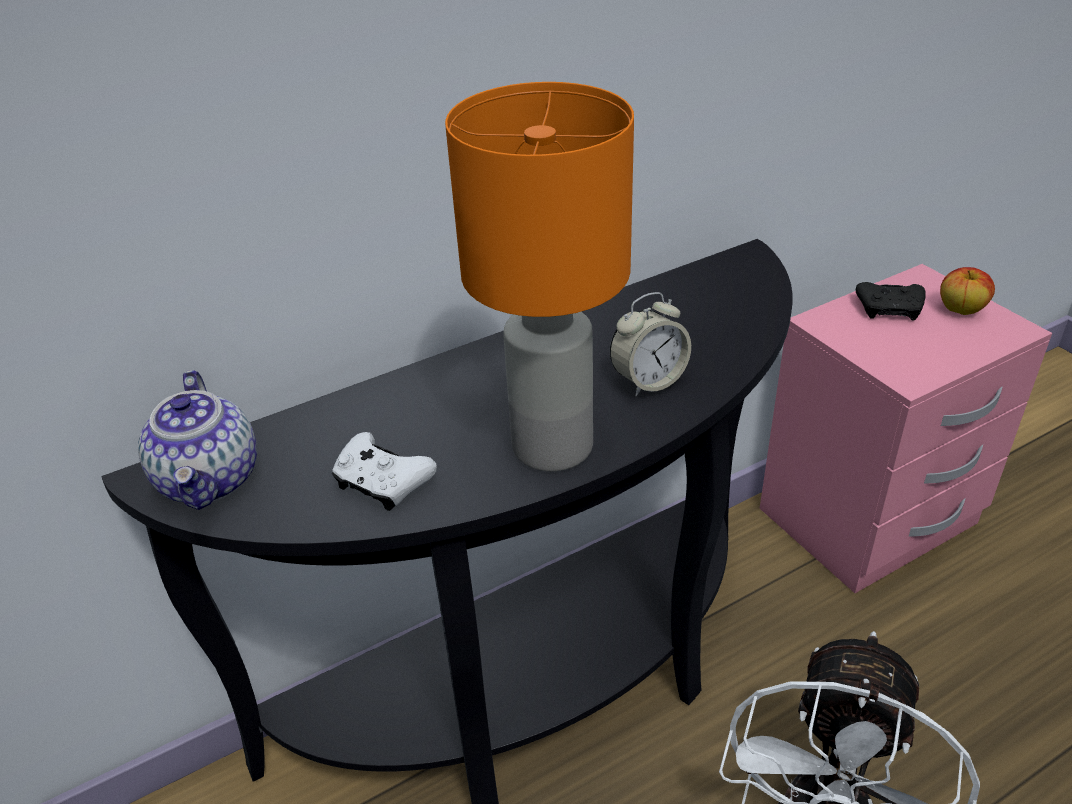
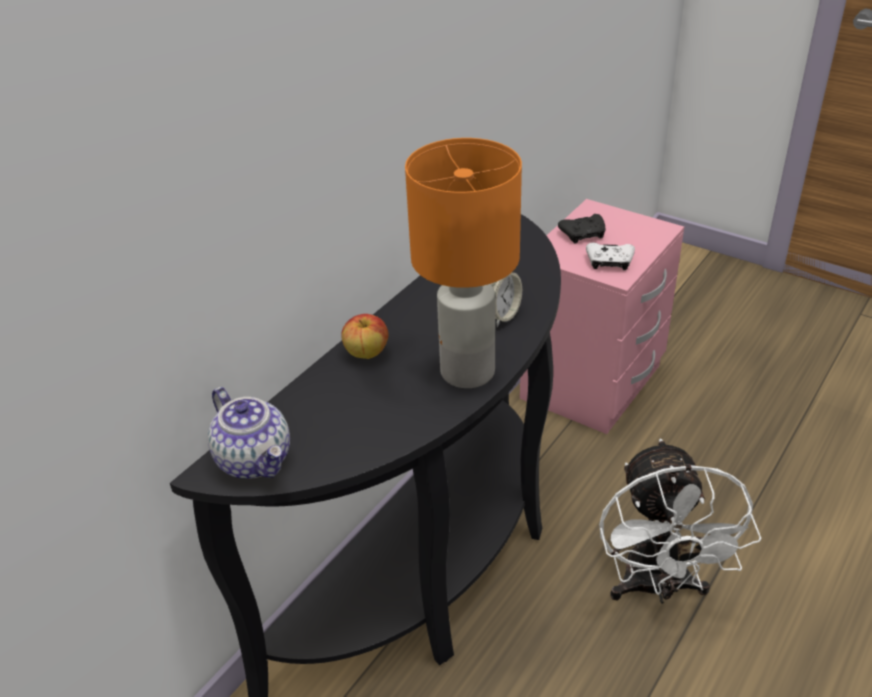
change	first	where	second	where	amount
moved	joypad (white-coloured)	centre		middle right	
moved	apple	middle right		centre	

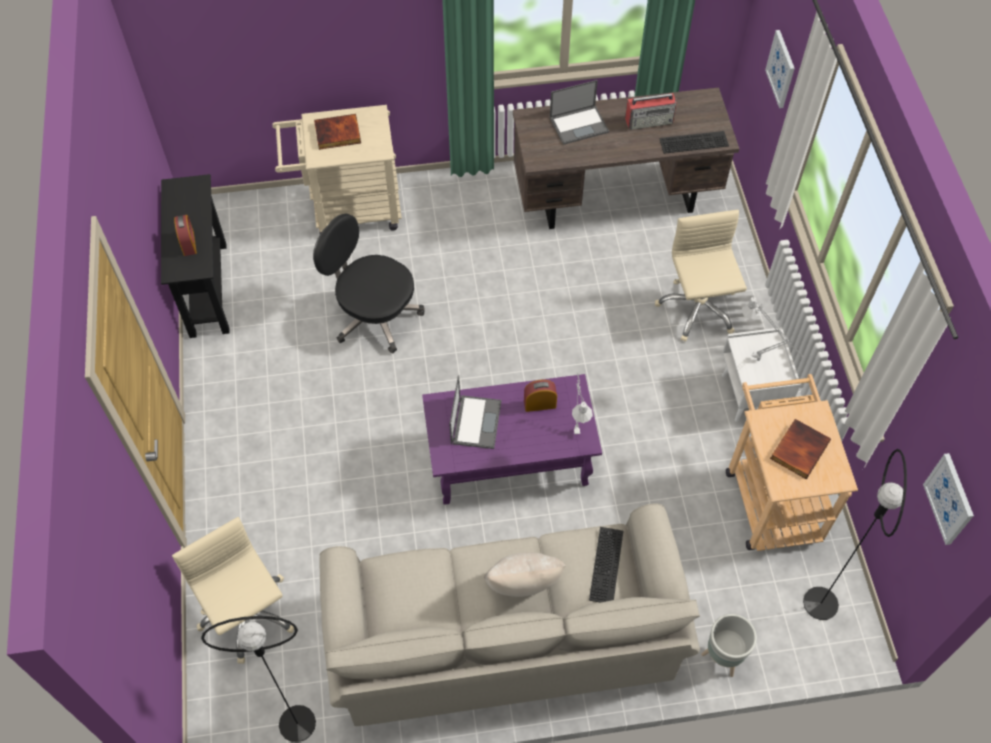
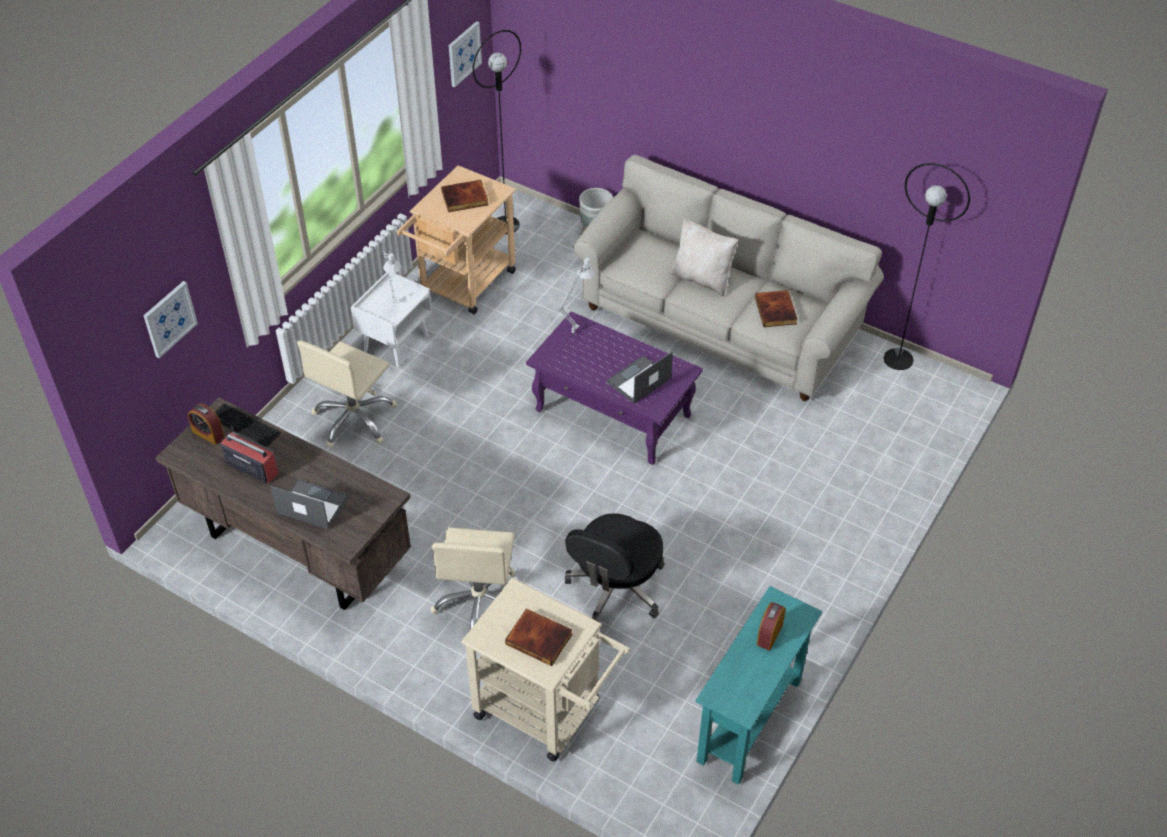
change	first	where	second	where	amount
removed	computer keyboard (1st from left)	bottom centre			
added			bound book (3rd from left)	centre	
moved	computer chair (sand-coloured) (1st from left in the first image)	bottom left	computer chair (sand-coloured) (2nd from left)	bottom centre	
moved	table clock (2nd from left in the first image)	centre	table clock (1st from left)	middle left	
recoloured	narrow table (black-coloured)	middle left	narrow table (turquoise)	bottom centre	
turned	computer chair (black-coloured)	centre		bottom centre	45 degrees clockwise

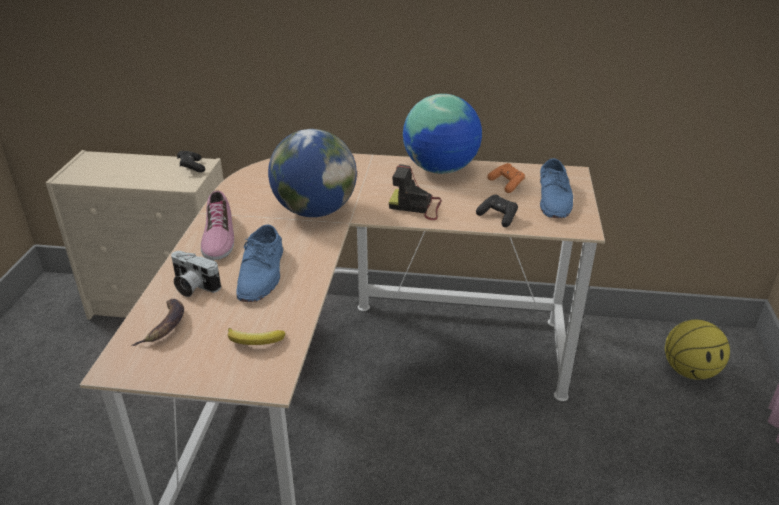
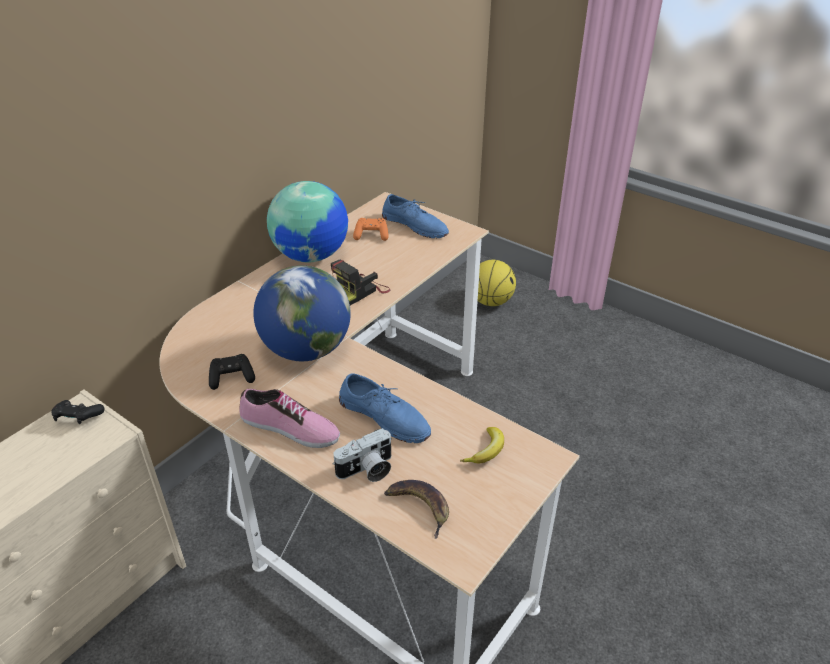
change	first	where	second	where	amount
moved	joypad (black-coloured) (2nd from left)	centre		middle left	

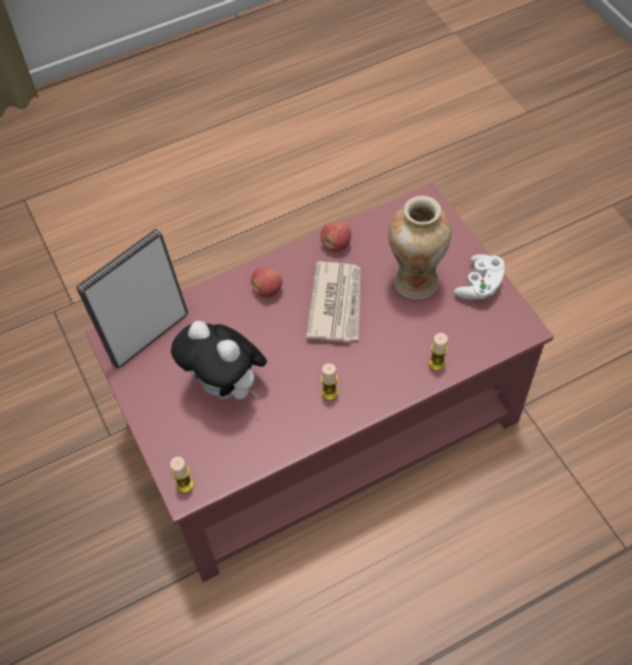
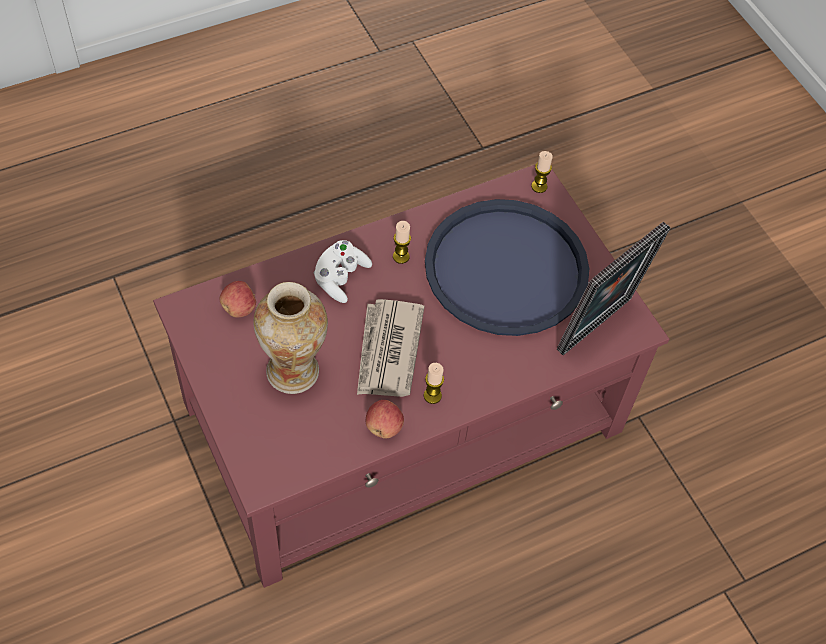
change	first	where	second	where	amount
moved	apple (1st from left)	centre		middle left	
moved	wax candle (3rd from left in the first image)	middle right	wax candle (2nd from left)	centre	
moved	joypad (white-coloured)	middle right		centre	
replaced	soft toy	centre	carrying tray (blue)	centre	

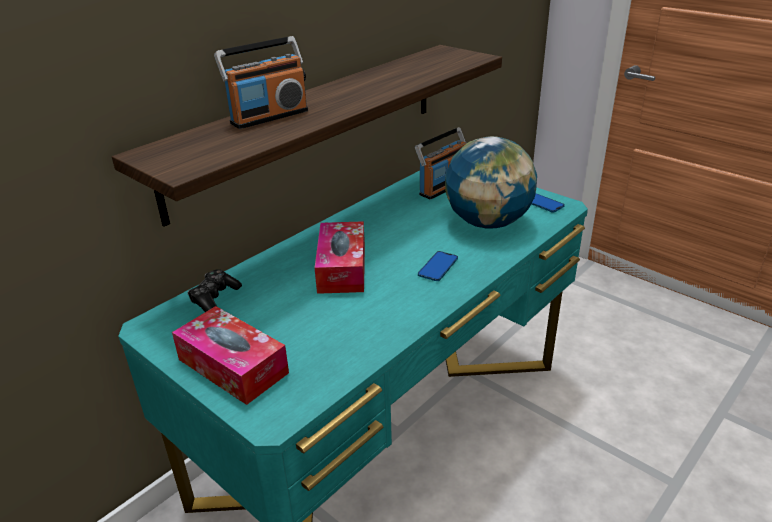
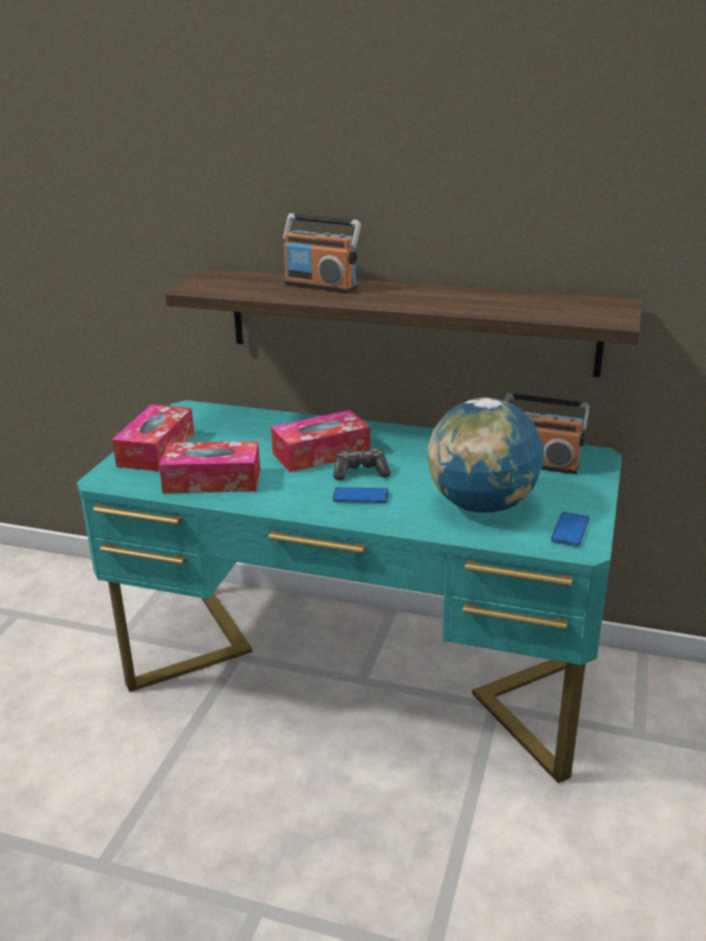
change	first	where	second	where	amount
added			tissue box (2nd from left)	middle left	
moved	joypad	middle left		centre	

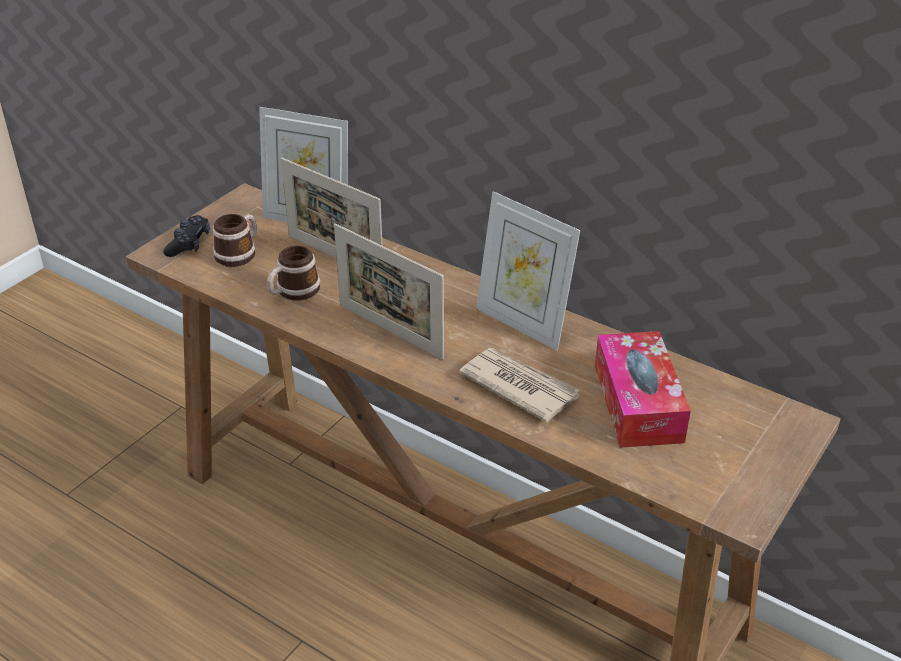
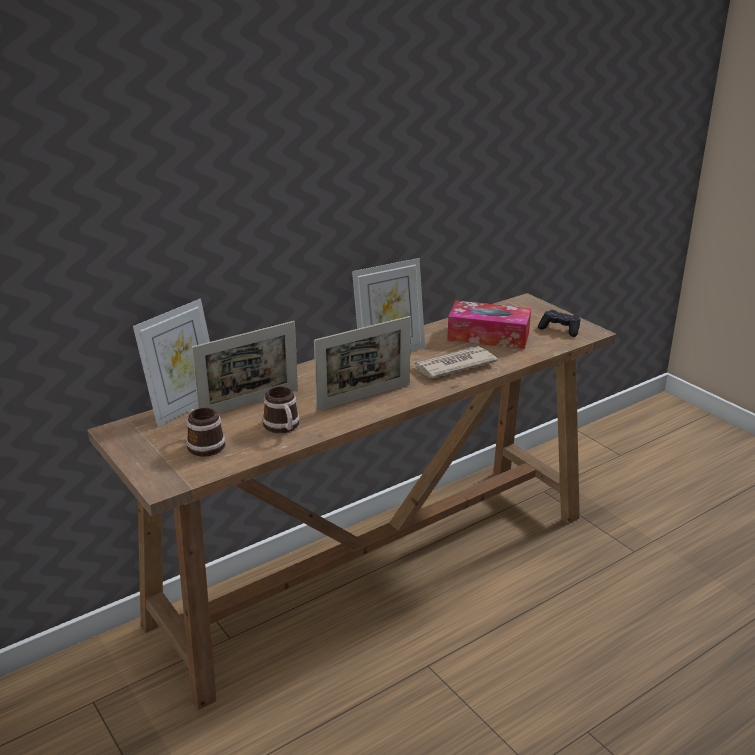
change	first	where	second	where	amount
moved	joypad (black-coloured)	middle left		middle right	

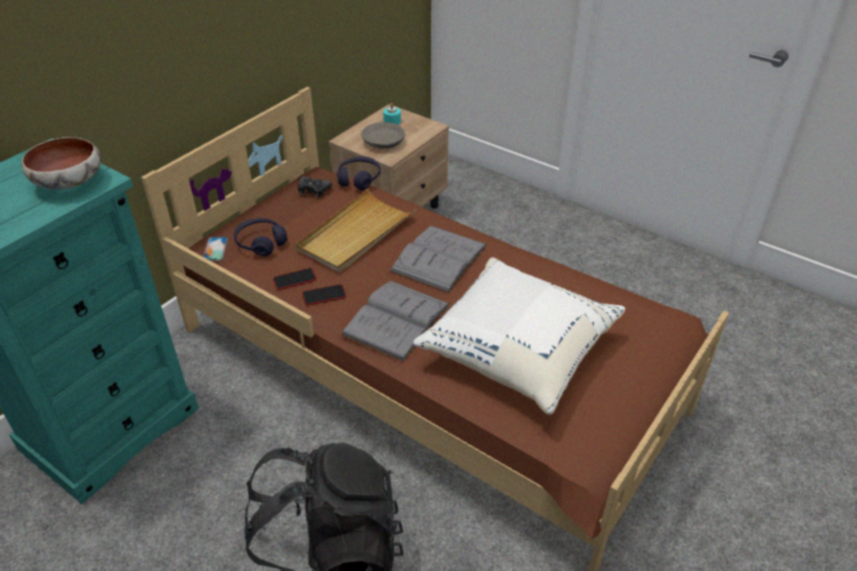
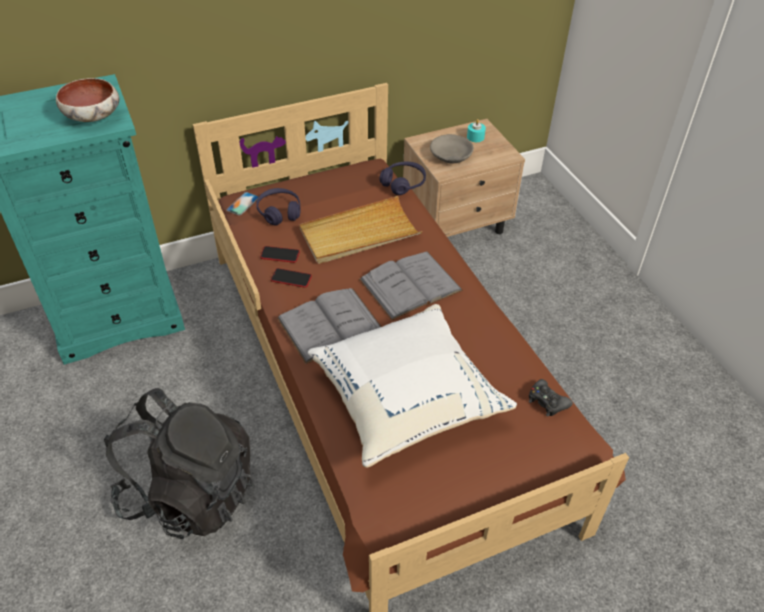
change	first	where	second	where	amount
moved	joypad (black-coloured)	top centre		middle right	

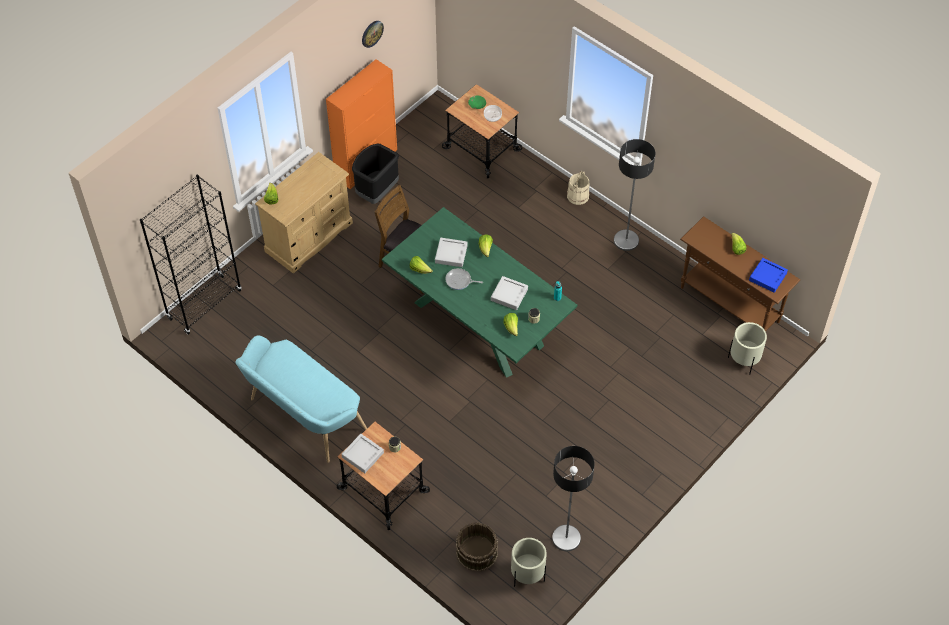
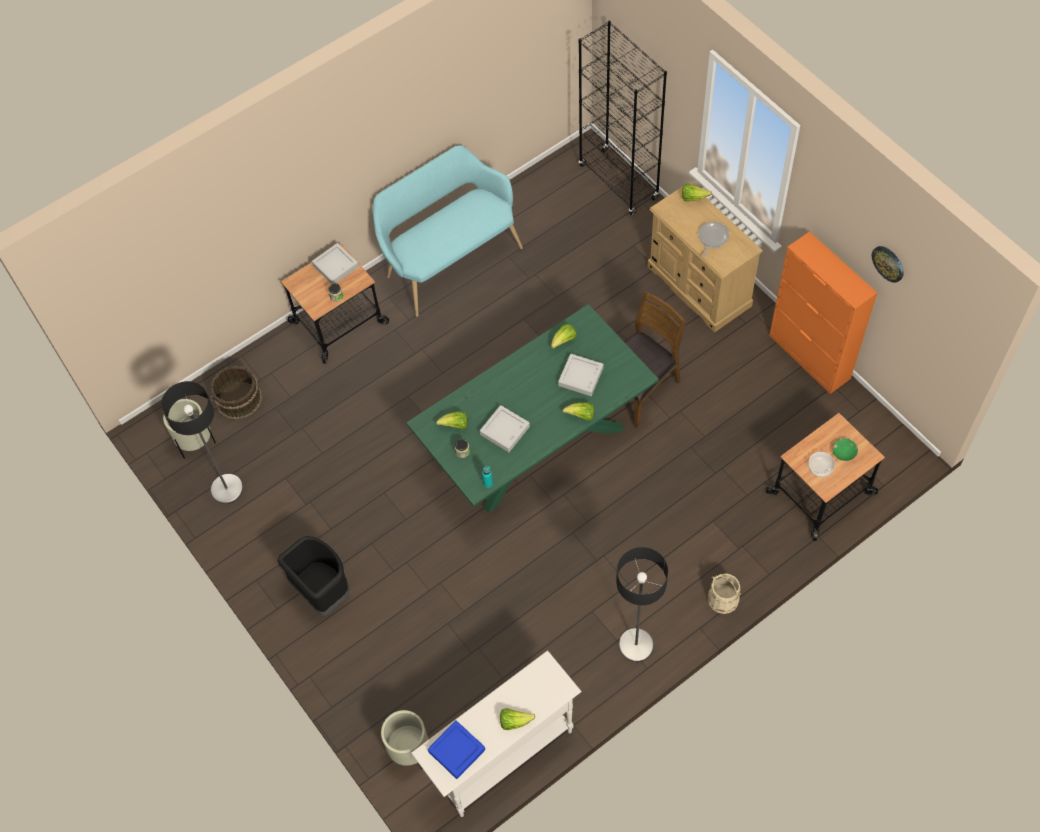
change	first	where	second	where	amount
moved	waste bin (black-coloured)	top centre		bottom left	
moved	skillet	centre		top right	
recoloured	narrow table (brownish)	middle right	narrow table (white-coloured)	bottom centre	

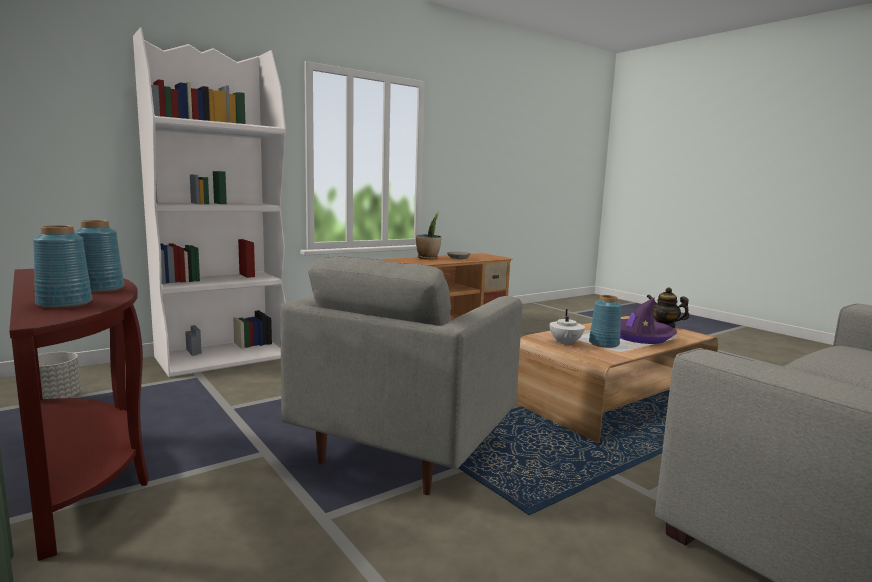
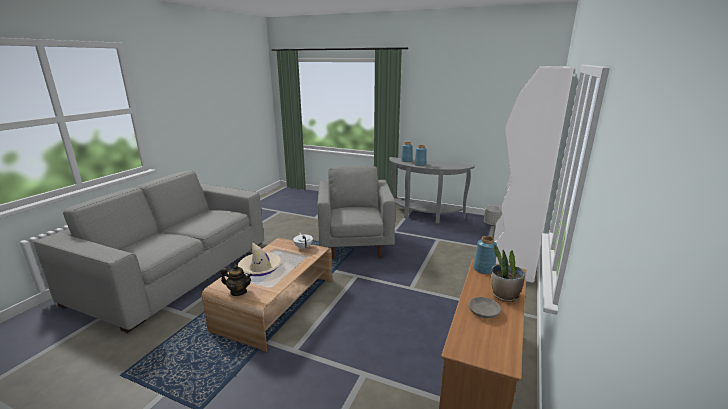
change	first	where	second	where	amount
moved	vase (blue) (3rd from left)	middle right		centre	
recoloured	narrow table (brownish)	bottom left	narrow table (greyish)	centre	
recoloured	hat (purple-coloured)	middle right	hat (sand-coloured)	centre	

